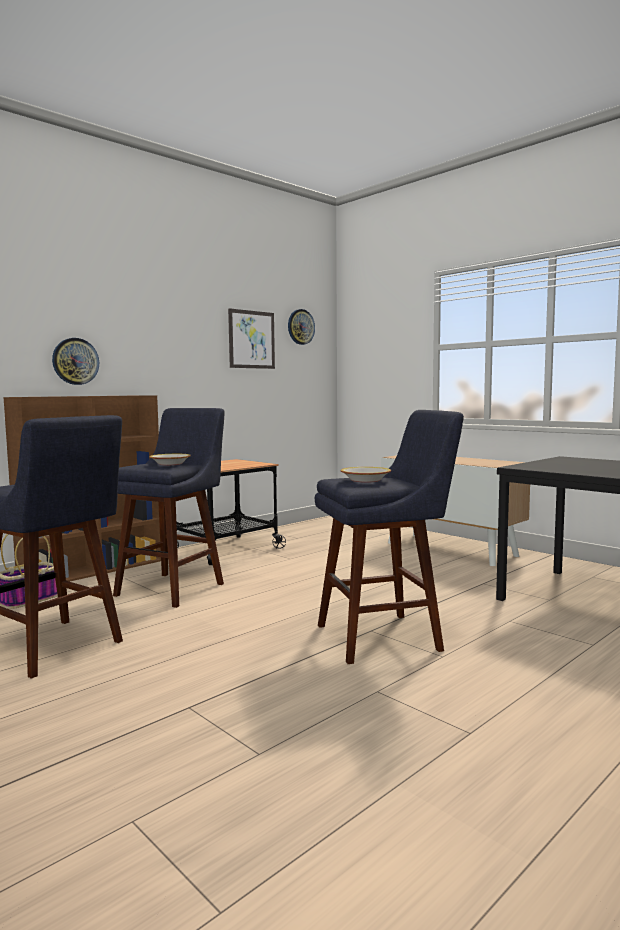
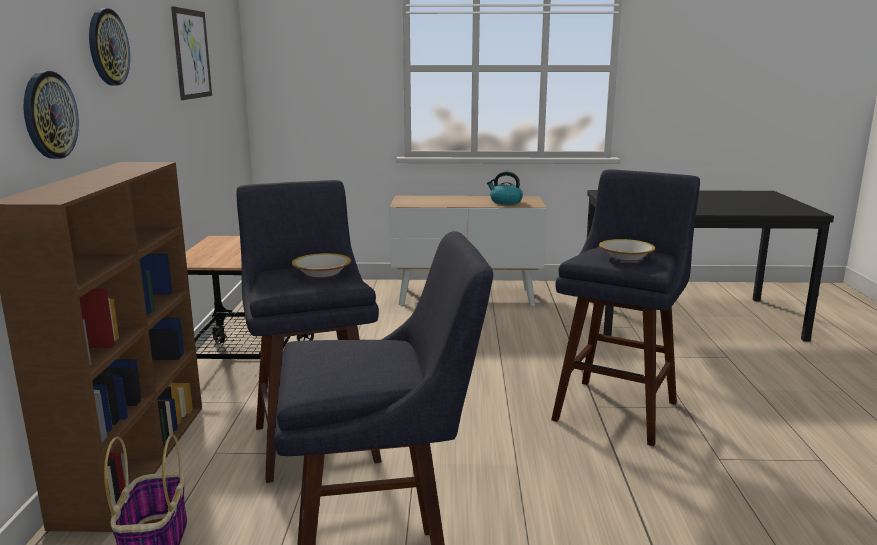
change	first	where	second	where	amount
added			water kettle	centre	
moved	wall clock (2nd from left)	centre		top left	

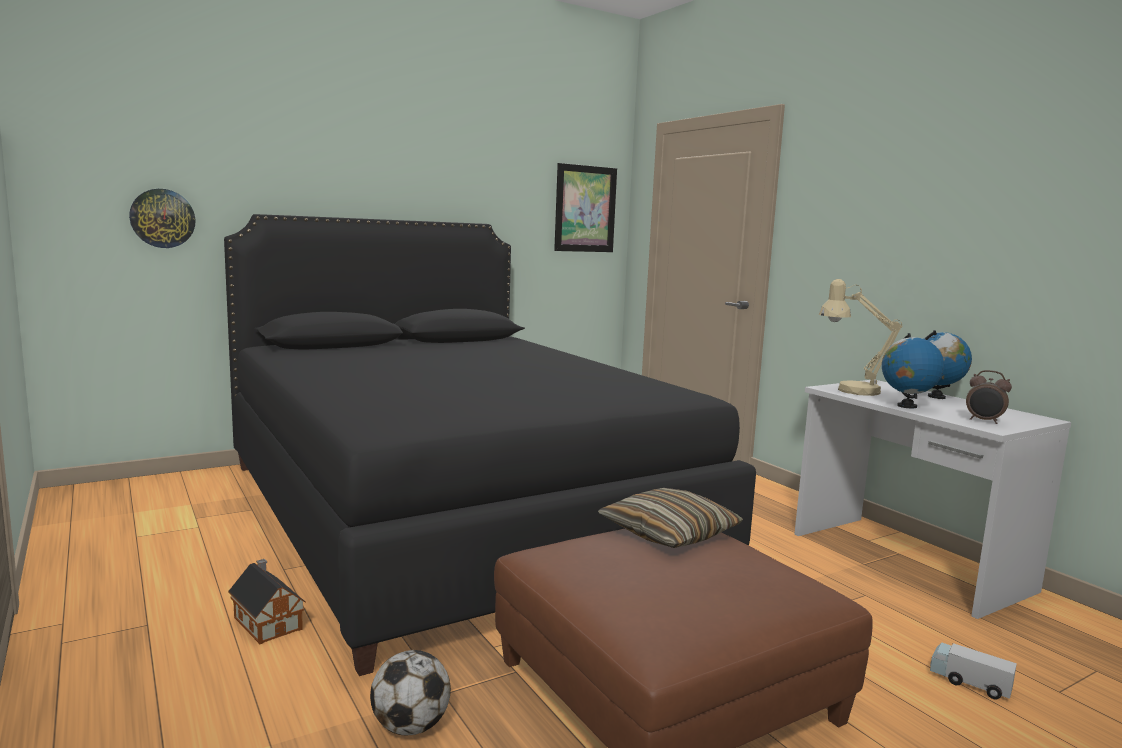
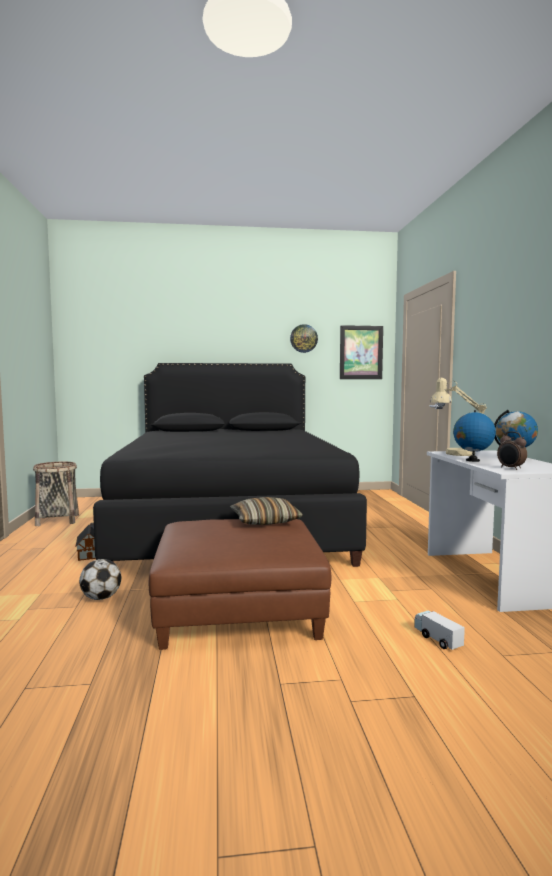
change	first	where	second	where	amount
added			basket	middle left	
moved	wall clock	top left		centre	

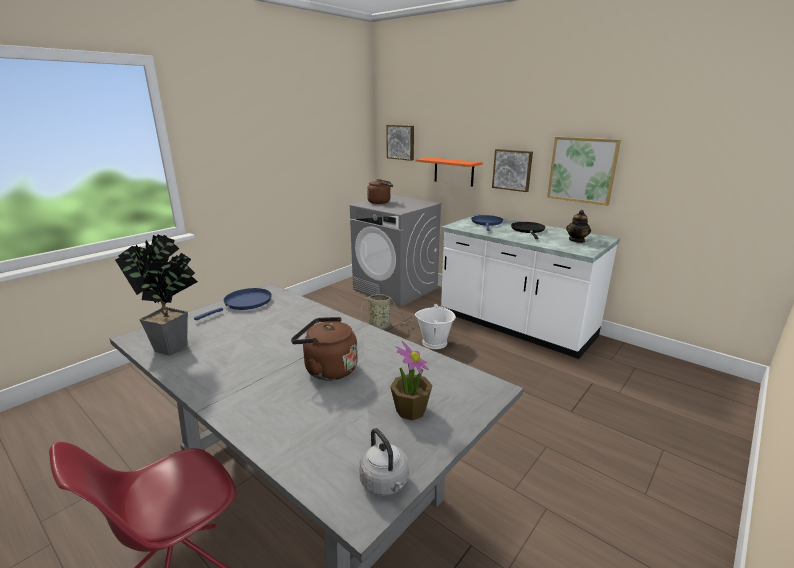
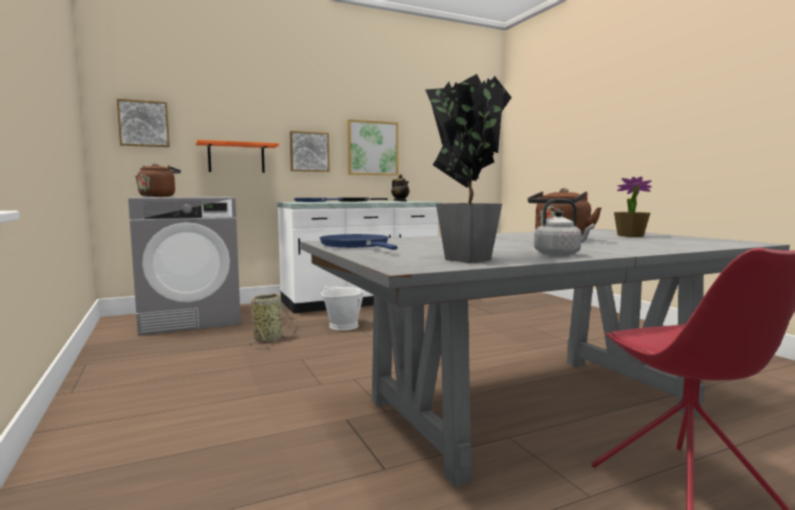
change	first	where	second	where	amount
moved	water kettle (greyish)	bottom centre		middle right	

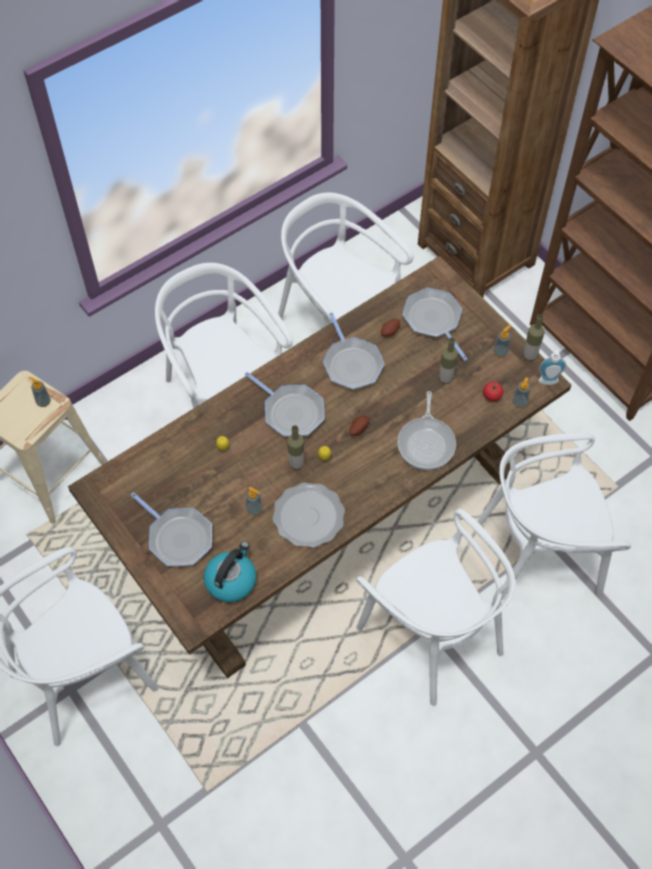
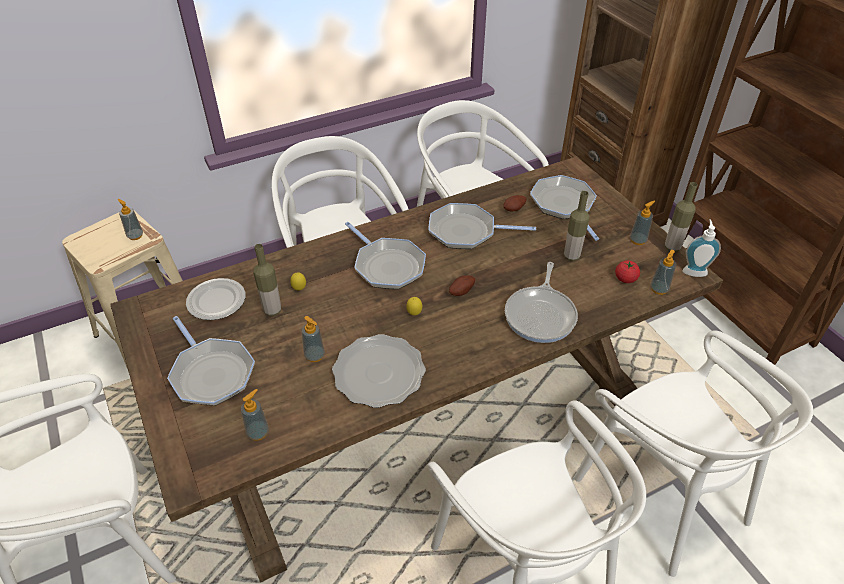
change	first	where	second	where	amount
added			plate (1st from left)	middle left	
moved	beverage bottle (1st from left)	centre		middle left	
replaced	water kettle	centre	liquid soap bottle (2nd from left)	bottom left	
turned	skillet (3rd from left)	centre		centre	105 degrees clockwise
turned	plain chair (white-coloured) (5th from left)	middle right		bottom right	120 degrees counterclockwise

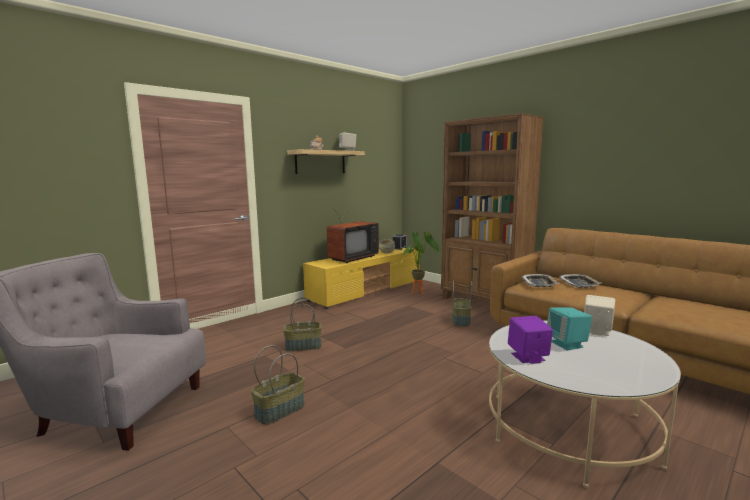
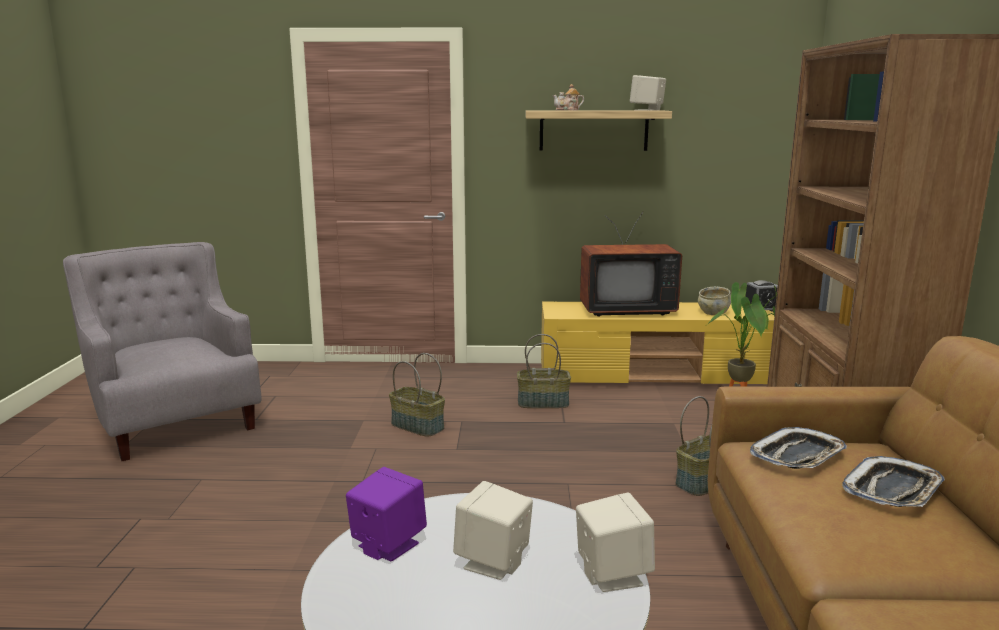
change	first	where	second	where	amount
moved	basket (1st from left in the first image)	bottom centre	basket (2nd from left)	centre	
recoloured	audio speaker (turquoise)	middle right	audio speaker (sand-coloured) (1st from left)	bottom centre	

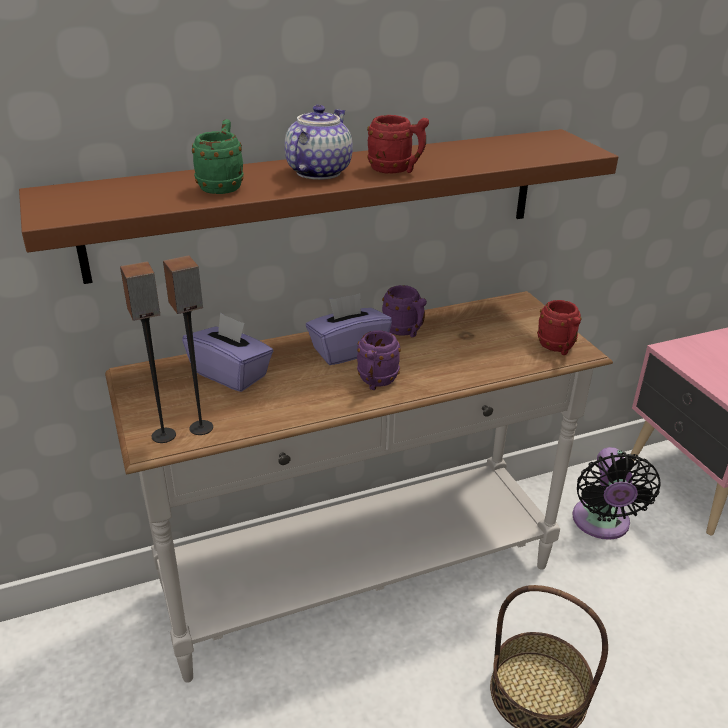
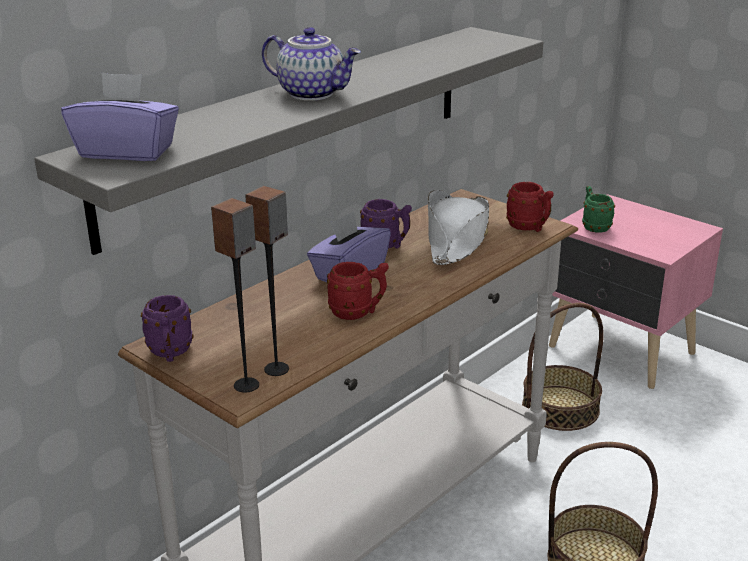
change	first	where	second	where	amount
added			hat (white-coloured)	centre	
moved	tissue box (purple-coloured) (1st from left)	middle left		top left	
moved	coffee mug (green-coloured)	top left		middle right	
moved	coffee mug (purple-coloured) (1st from left)	centre		middle left	
moved	coffee mug (red) (1st from left)	top centre		centre	
replaced	cooling fan (black-coloured)	bottom right	basket (1st from left)	middle right	
recoloured	bracket shelf (brownish)	top centre	bracket shelf (greyish)	top centre	
turned	teapot	top centre		top centre	120 degrees clockwise

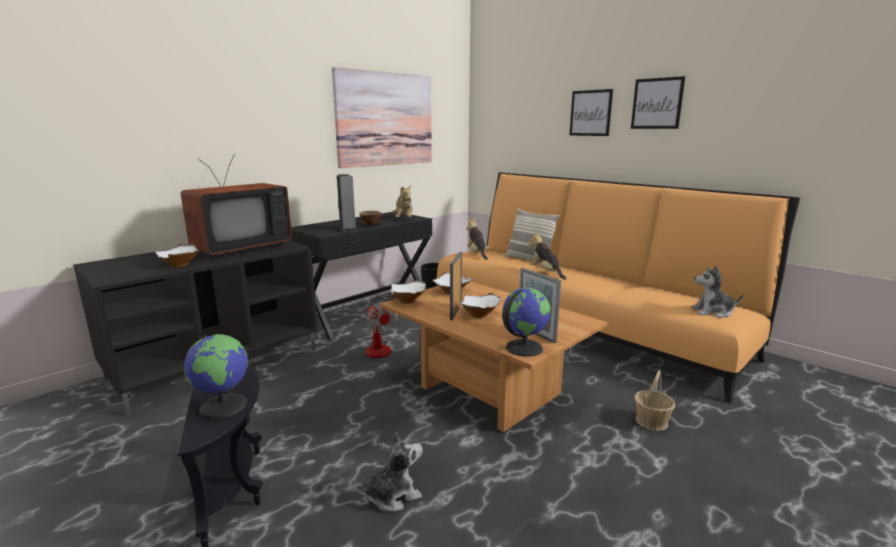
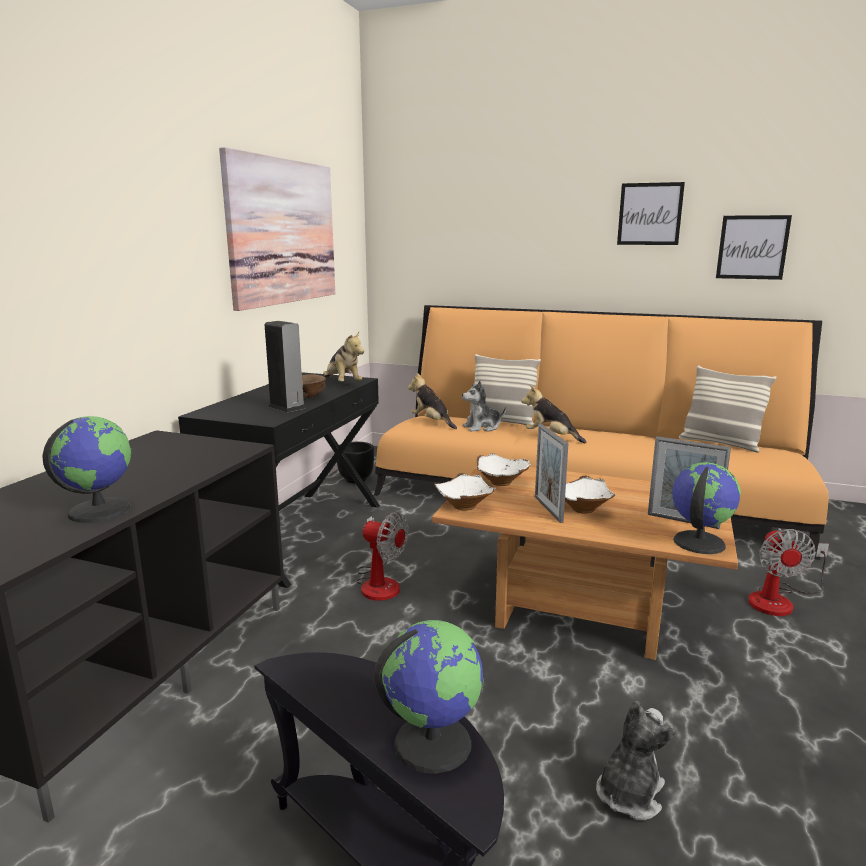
change	first	where	second	where	amount
removed	TV set	middle left			
added			throw pillow (2nd from left)	middle right	
moved	wall art (2nd from left in the first image)	top centre	wall art (3rd from left)	top right	
moved	soft toy (5th from left in the first image)	middle right	soft toy (3rd from left)	centre	
replaced	bowl (white-coloured) (1st from left)	middle left	desk globe (1st from left)	middle left	
replaced	basket	bottom right	cooling fan (2nd from left)	middle right	

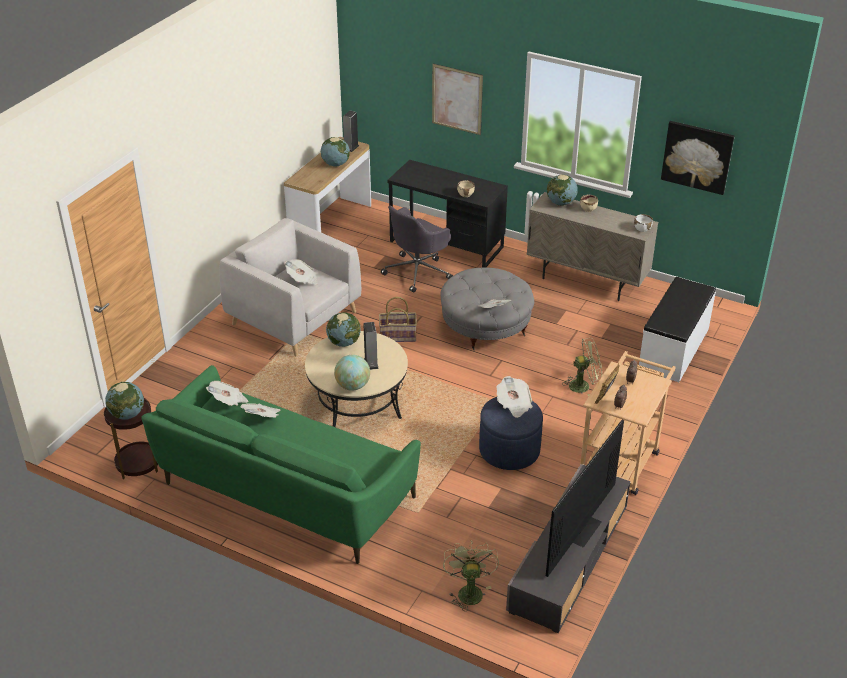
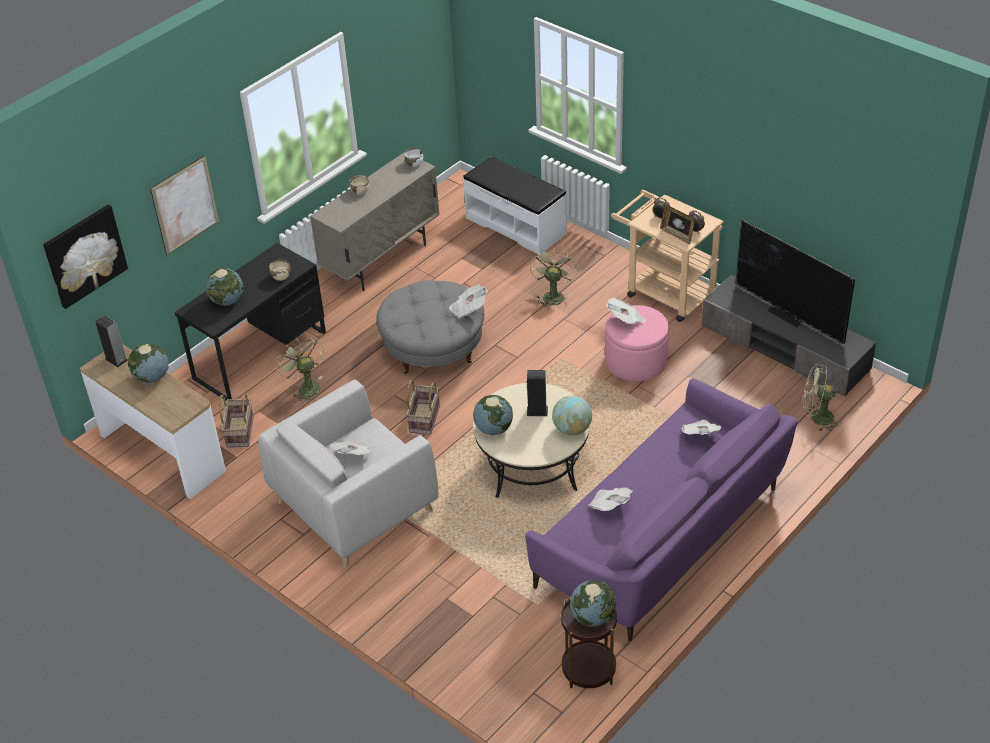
change	first	where	second	where	amount
added			basket (1st from left)	middle left	
moved	printed paper (1st from left in the first image)	middle left	printed paper (5th from left)	middle right	
moved	desk globe (5th from left in the first image)	top centre	desk globe (2nd from left)	middle left	
moved	wall art (2nd from left in the first image)	top right	wall art (1st from left)	middle left	
replaced	computer chair (greyish)	centre	cooling fan (green-coloured) (1st from left)	middle left	
recoloured	settee (green-coloured)	bottom left	settee (purple-coloured)	bottom right	
recoloured	pouffe (blue)	centre	pouffe (pink-coloured)	centre	

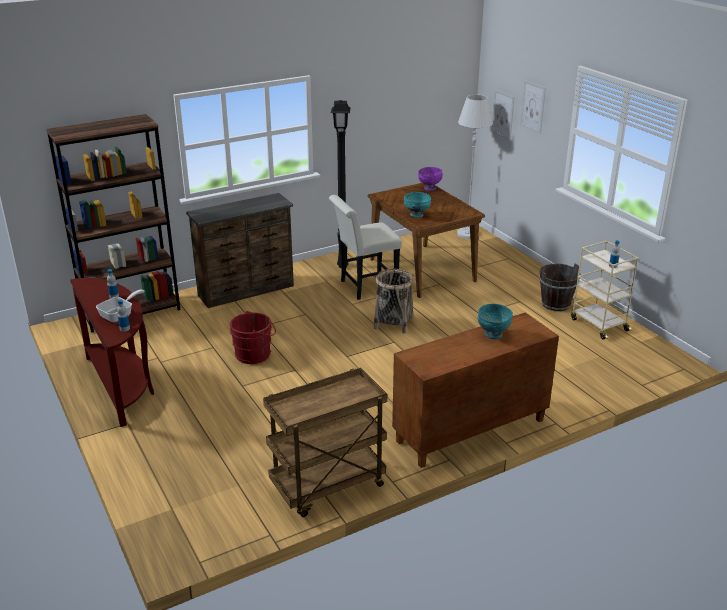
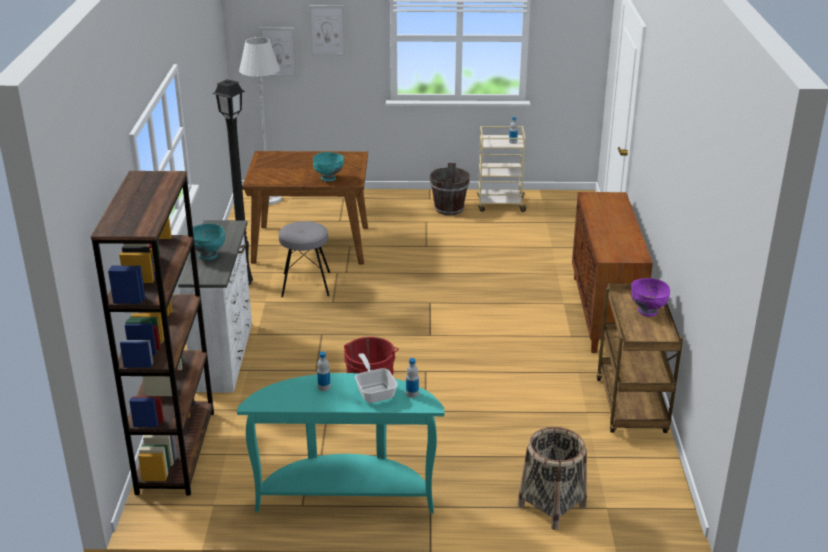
change	first	where	second	where	amount
moved	basket	centre		bottom right	
moved	bowl (purple-coloured)	top centre		middle right	
moved	bowl (turquoise) (2nd from left in the first image)	middle right	bowl (turquoise) (1st from left)	middle left	
replaced	plain chair (white-coloured)	centre	stool (greyish)	centre	
recoloured	narrow table (brownish)	middle left	narrow table (turquoise)	bottom centre	
recoloured	dresser (brownish)	middle left	dresser (white-coloured)	middle left	

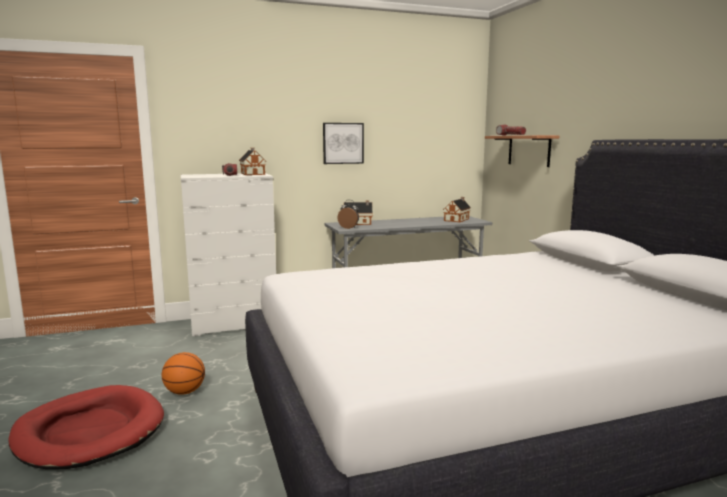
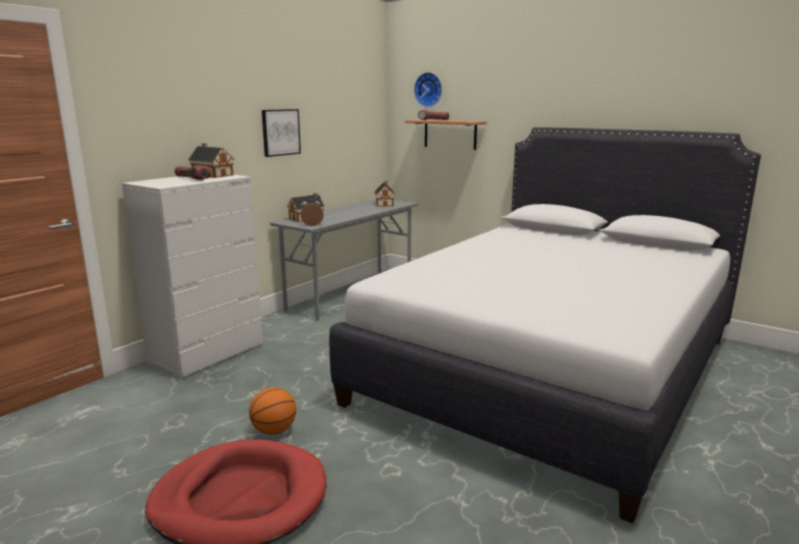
change	first	where	second	where	amount
added			wall clock	top centre	

